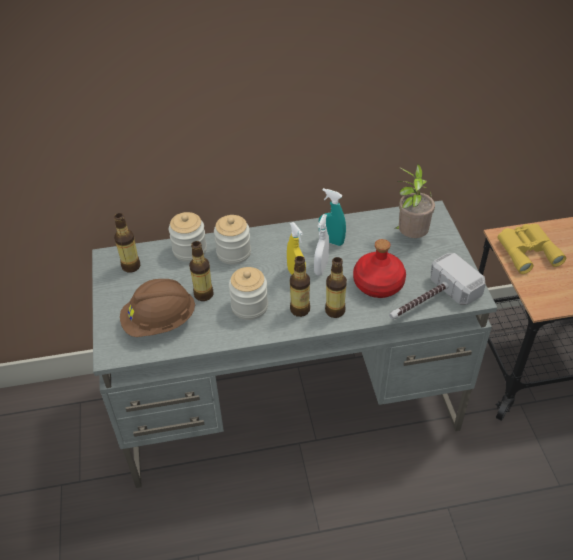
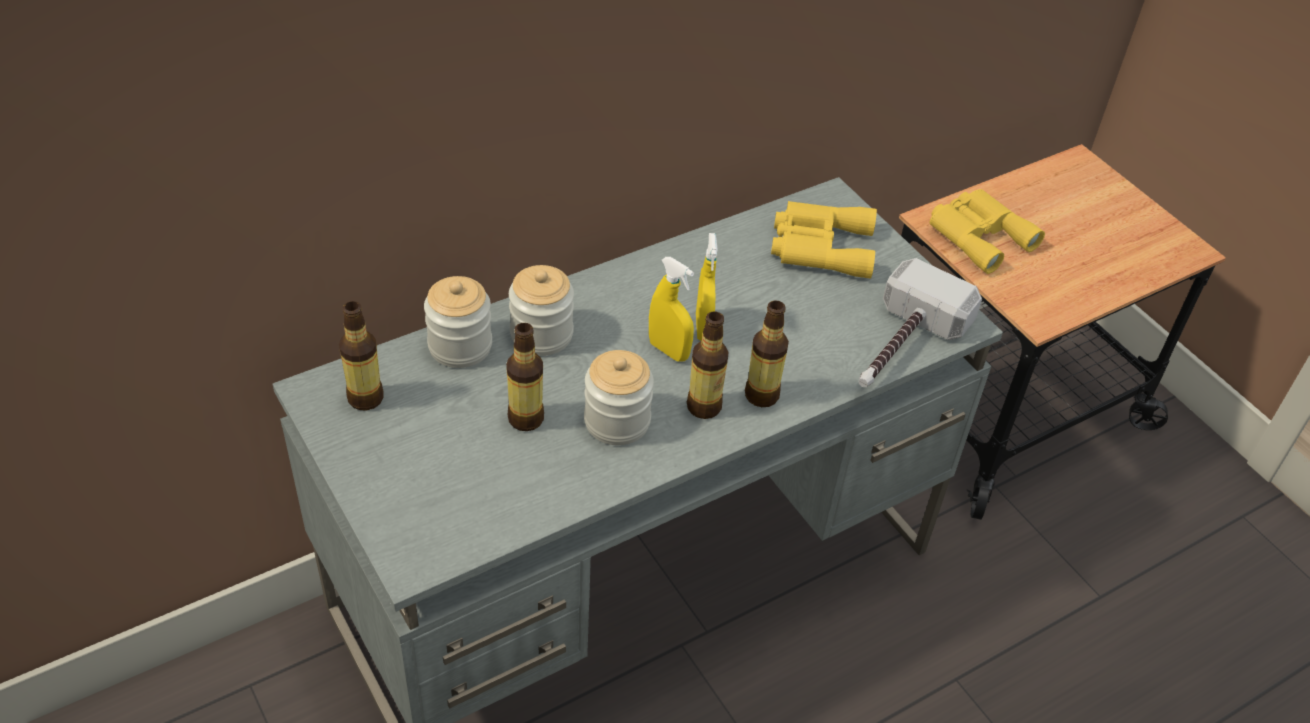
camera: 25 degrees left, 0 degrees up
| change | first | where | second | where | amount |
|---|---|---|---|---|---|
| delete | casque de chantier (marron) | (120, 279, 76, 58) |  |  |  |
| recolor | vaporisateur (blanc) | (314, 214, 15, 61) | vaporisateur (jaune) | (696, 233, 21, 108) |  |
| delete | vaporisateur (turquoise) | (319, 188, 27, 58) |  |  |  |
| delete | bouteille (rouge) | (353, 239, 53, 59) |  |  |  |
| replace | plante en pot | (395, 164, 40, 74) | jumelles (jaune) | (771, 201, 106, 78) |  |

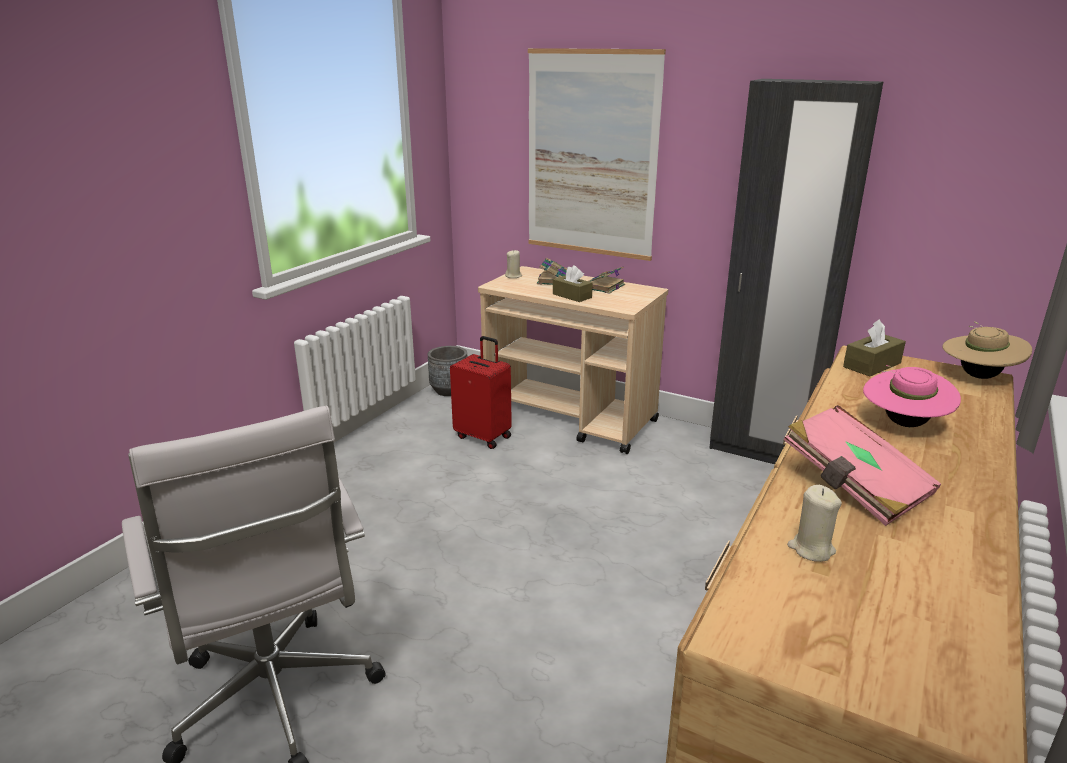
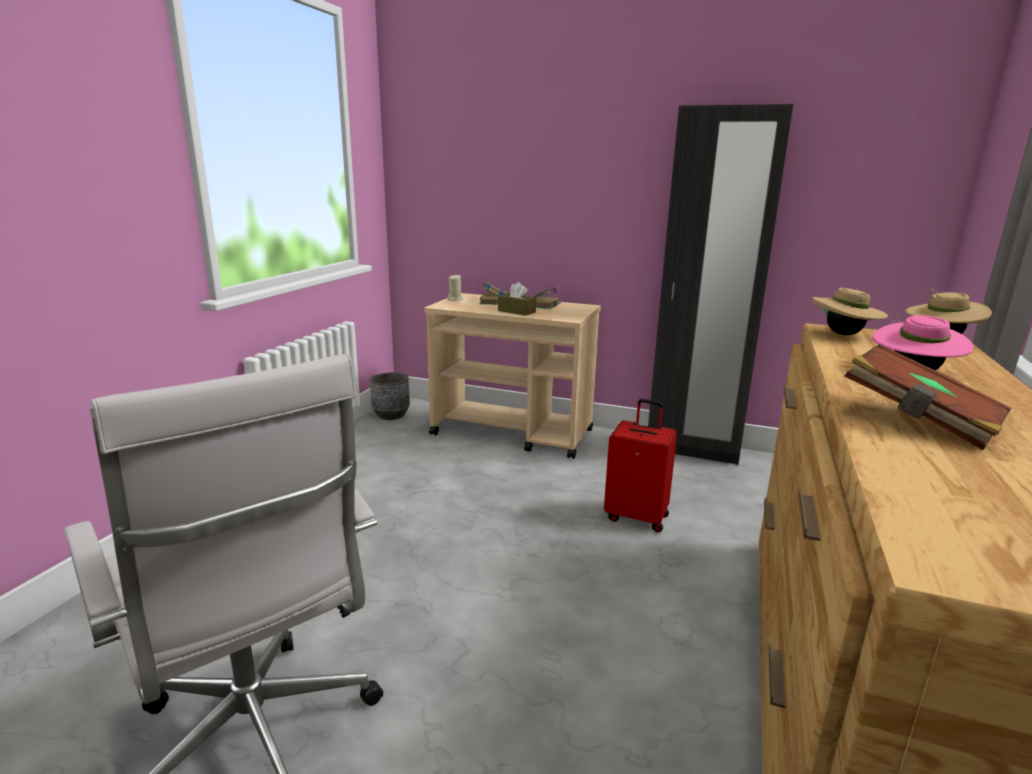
camera: 10 degrees left, 5 degrees down
| change | first | where | second | where | amount |
|---|---|---|---|---|---|
| move | valise (rouge) | (450, 336, 62, 113) |  | (604, 399, 73, 133) |  |
| delete | tableau | (528, 48, 138, 213) |  |  |  |
| recolor | livre (rose) | (784, 405, 157, 121) | livre (marron) | (845, 344, 166, 106) |  |
| delete | bougie (beige) | (787, 485, 55, 77) |  |  |  |
| replace | boîte à mouchoirs (marron) | (843, 319, 63, 57) | chapeau (beige) | (812, 288, 76, 47) |  |

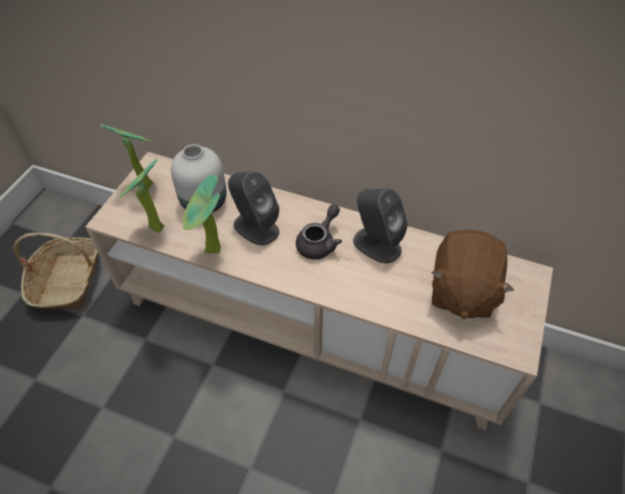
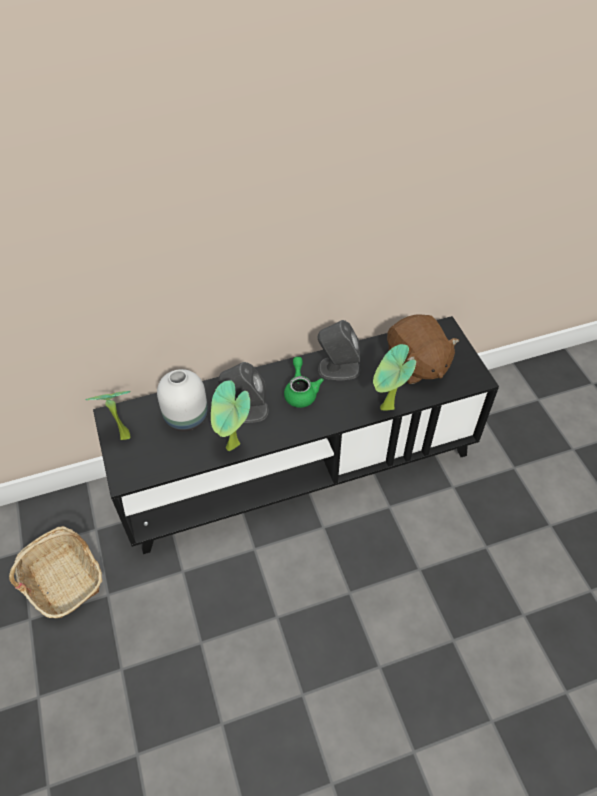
camera: 40 degrees left, 0 degrees up
| change | first | where | second | where | amount |
|---|---|---|---|---|---|
| recolor | meuble télé (beige) | (85, 152, 468, 278) | meuble télé (noir) | (93, 316, 406, 238) |  |
| move | plante en pot | (119, 159, 45, 74) |  | (373, 344, 43, 67) |  |
| recolor | théière (gris) | (296, 204, 46, 55) | théière (vert) | (284, 357, 40, 51) |  |

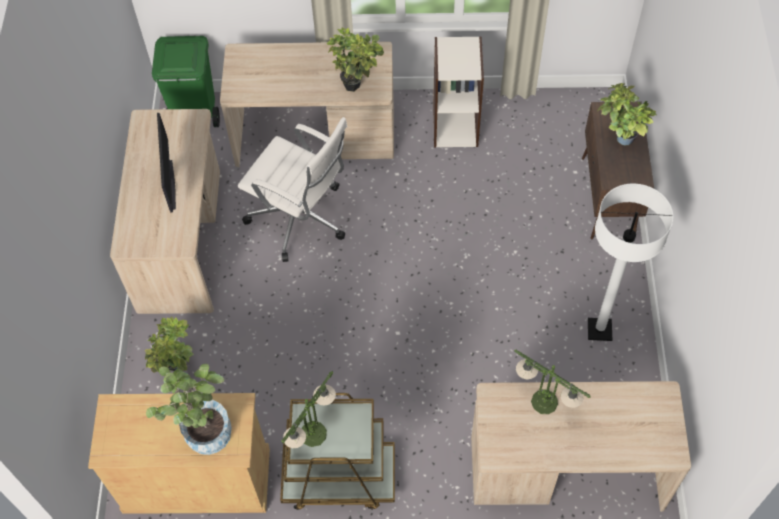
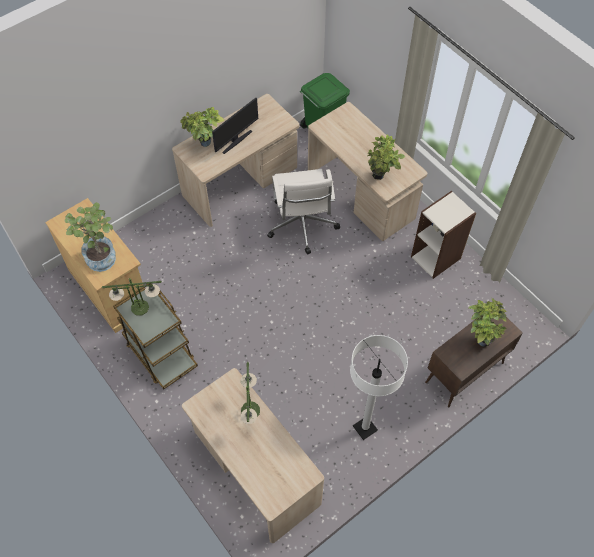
camera: 50 degrees right, 0 degrees up
| change | first | where | second | where | amount |
|---|---|---|---|---|---|
| move | plante en pot | (144, 317, 50, 56) |  | (180, 107, 44, 40) |  |

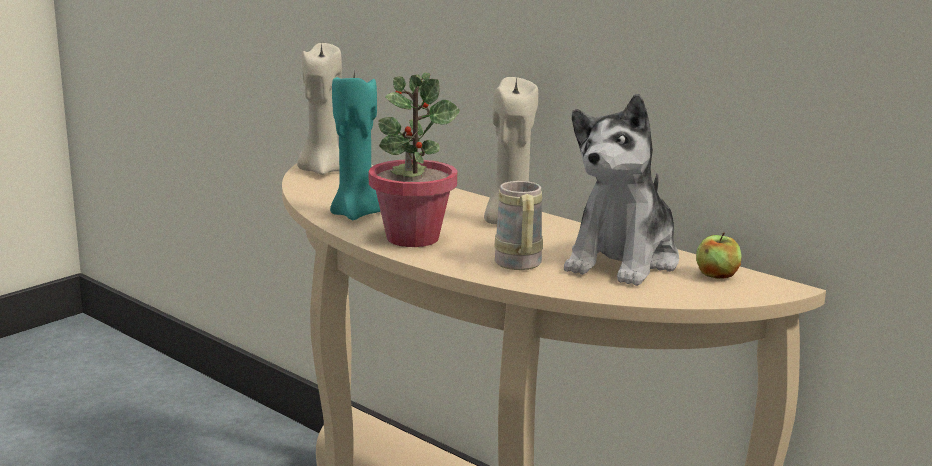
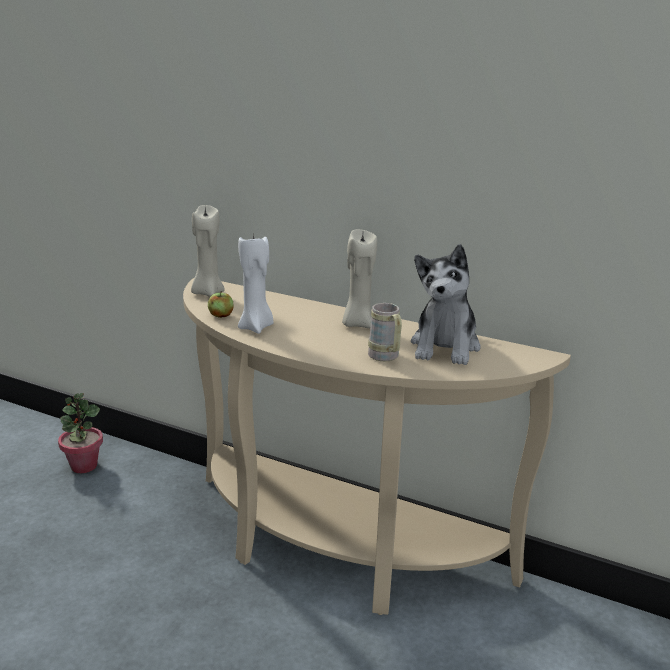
camera: 15 degrees left, 5 degrees up
| change | first | where | second | where | amount |
|---|---|---|---|---|---|
| recolor | bougie (turquoise) | (330, 72, 51, 148) | bougie (blanc) | (238, 232, 36, 102) |  |
| move | plante en pot | (369, 73, 91, 174) |  | (58, 393, 45, 80) |  |
| move | pomme | (696, 232, 46, 47) |  | (208, 291, 25, 27) |  |

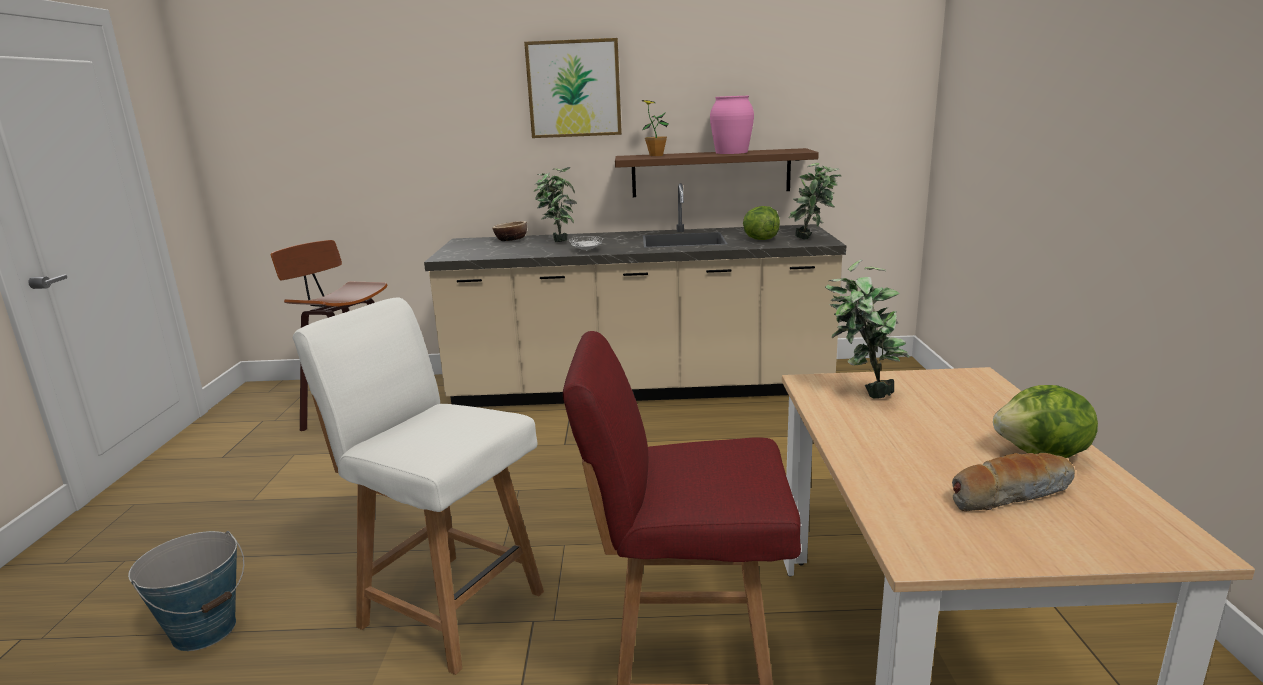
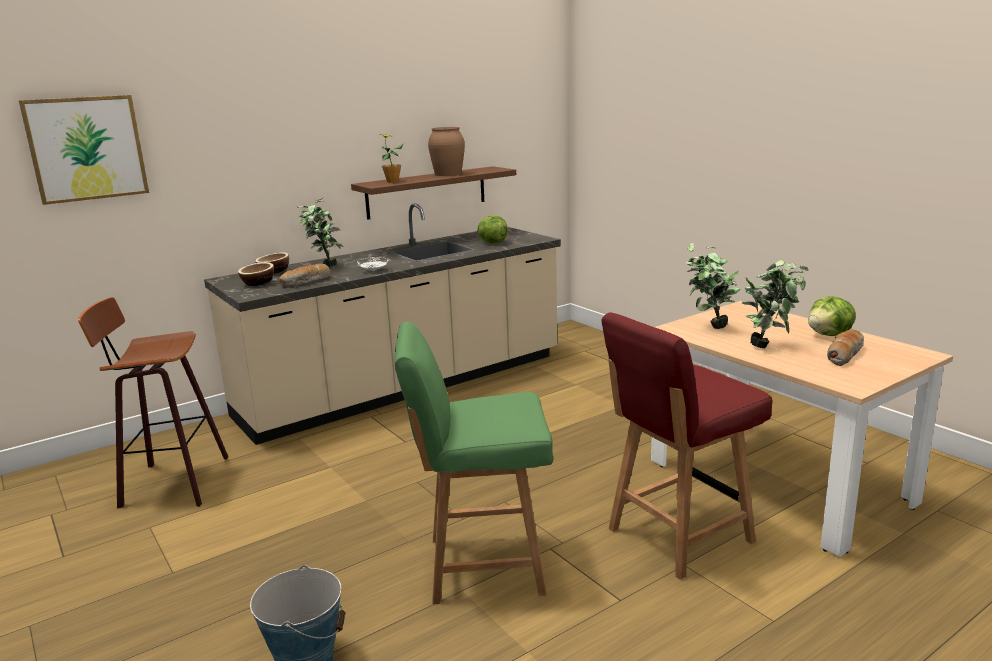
camera: 35 degrees left, 0 degrees up
| change | first | where | second | where | amount |
|---|---|---|---|---|---|
| recolor | chaise (blanc) | (293, 297, 251, 378) | chaise (vert) | (394, 322, 159, 282) |  |
| move | tableau | (524, 38, 98, 100) |  | (19, 95, 130, 110) |  |
| recolor | vase (rose) | (710, 96, 44, 58) | vase (marron) | (428, 127, 37, 49) |  |
| move | plante en pot | (789, 163, 52, 77) |  | (742, 260, 66, 88) |  |
| insert |  |  | bol | (238, 262, 36, 24) |  |
| insert |  |  | pain | (279, 263, 51, 23) |  |

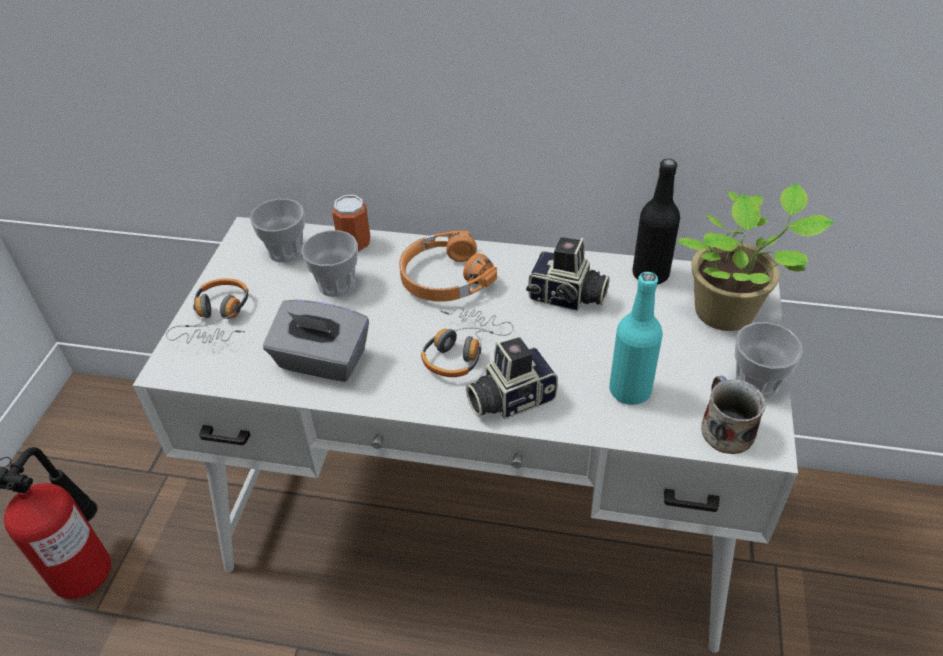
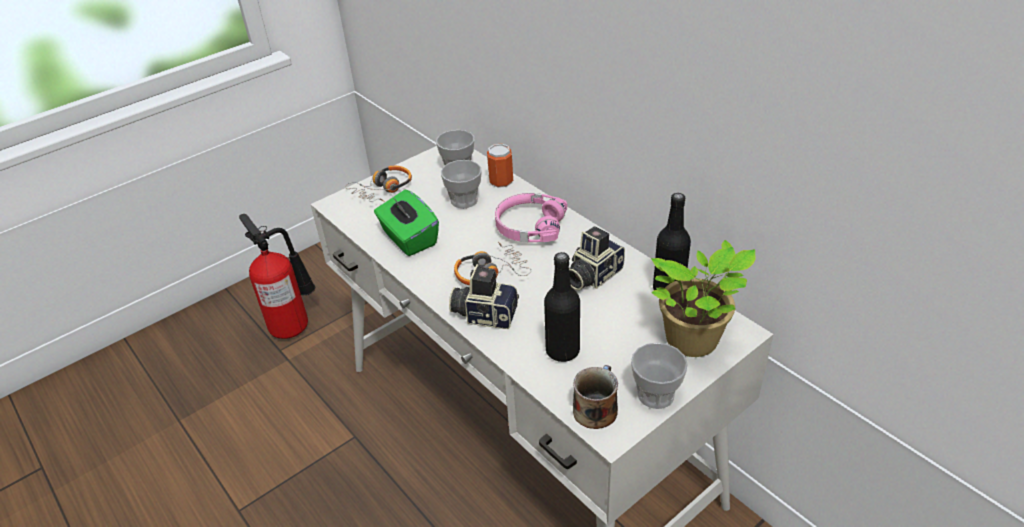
camera: 40 degrees right, 5 degrees down
| change | first | where | second | where | amount |
|---|---|---|---|---|---|
| recolor | boîte à mouchoirs (gris) | (263, 299, 106, 83) | boîte à mouchoirs (vert) | (374, 190, 65, 66) |  |
| recolor | casque audio (orange) | (399, 231, 98, 71) | casque audio (rose) | (495, 193, 72, 49) |  |
| rotate | appareil photo | (526, 237, 84, 74) |  | (569, 226, 56, 64) | 75 degrees clockwise |
| recolor | bouteille (turquoise) | (609, 272, 54, 133) | bouteille (noir) | (544, 252, 36, 110) |  |

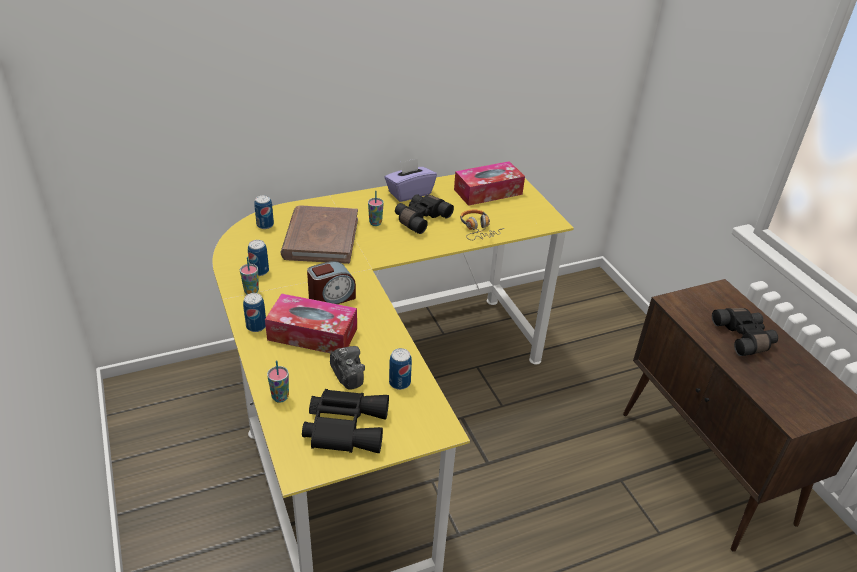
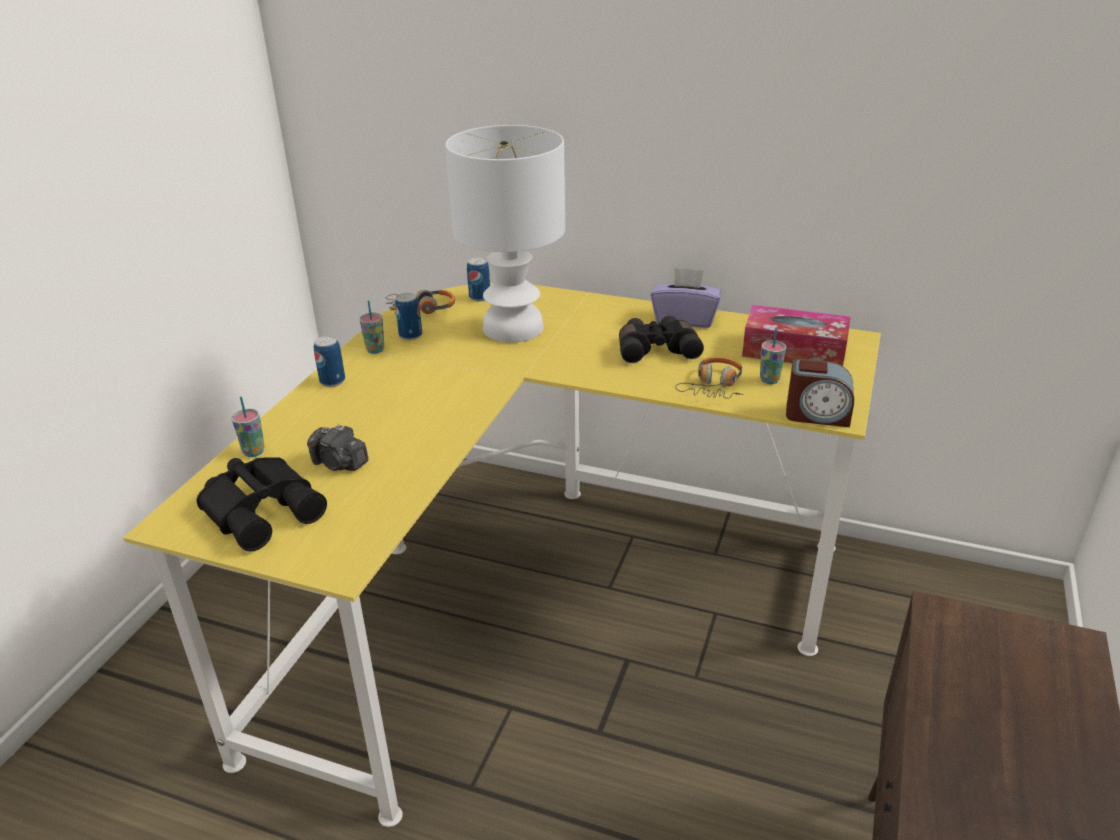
camera: 45 degrees right, 5 degrees down
| change | first | where | second | where | amount |
|---|---|---|---|---|---|
| delete | boîte à mouchoirs | (265, 293, 92, 60) |  |  |  |
| replace | livre (marron) | (281, 205, 77, 59) | lampe de table (blanc) | (445, 125, 120, 218) |  |
| move | réveil | (307, 261, 49, 43) |  | (786, 359, 68, 68) |  |
| rotate | appareil photo | (330, 346, 35, 44) |  | (307, 424, 62, 47) | 105 degrees clockwise |
| move | tasse | (368, 191, 16, 35) |  | (760, 328, 26, 56) |  |
| delete | boîte métallique | (389, 348, 23, 42) |  |  |  |
| delete | jumelles (noir) | (712, 308, 66, 48) |  |  |  |
| insert |  |  | casque audio | (386, 290, 69, 25) |  |

